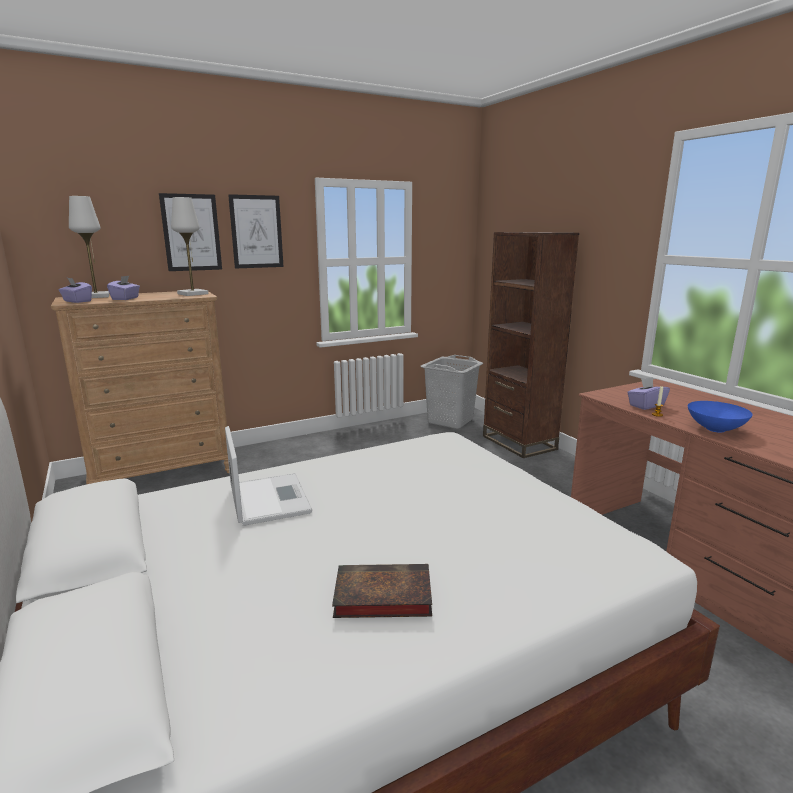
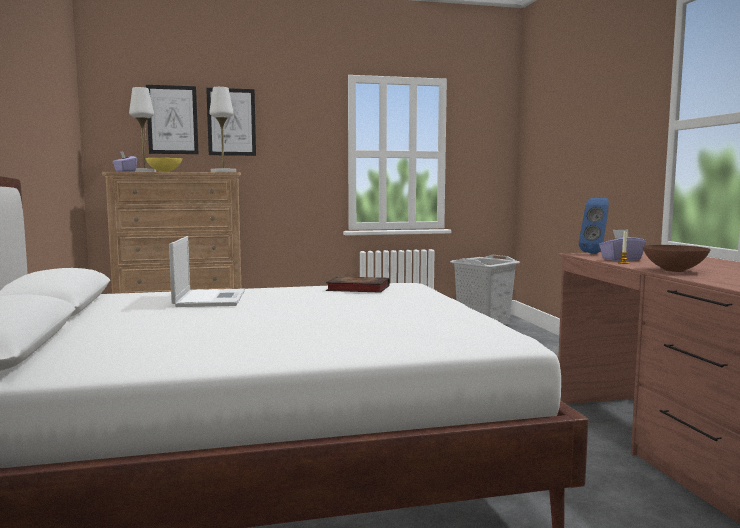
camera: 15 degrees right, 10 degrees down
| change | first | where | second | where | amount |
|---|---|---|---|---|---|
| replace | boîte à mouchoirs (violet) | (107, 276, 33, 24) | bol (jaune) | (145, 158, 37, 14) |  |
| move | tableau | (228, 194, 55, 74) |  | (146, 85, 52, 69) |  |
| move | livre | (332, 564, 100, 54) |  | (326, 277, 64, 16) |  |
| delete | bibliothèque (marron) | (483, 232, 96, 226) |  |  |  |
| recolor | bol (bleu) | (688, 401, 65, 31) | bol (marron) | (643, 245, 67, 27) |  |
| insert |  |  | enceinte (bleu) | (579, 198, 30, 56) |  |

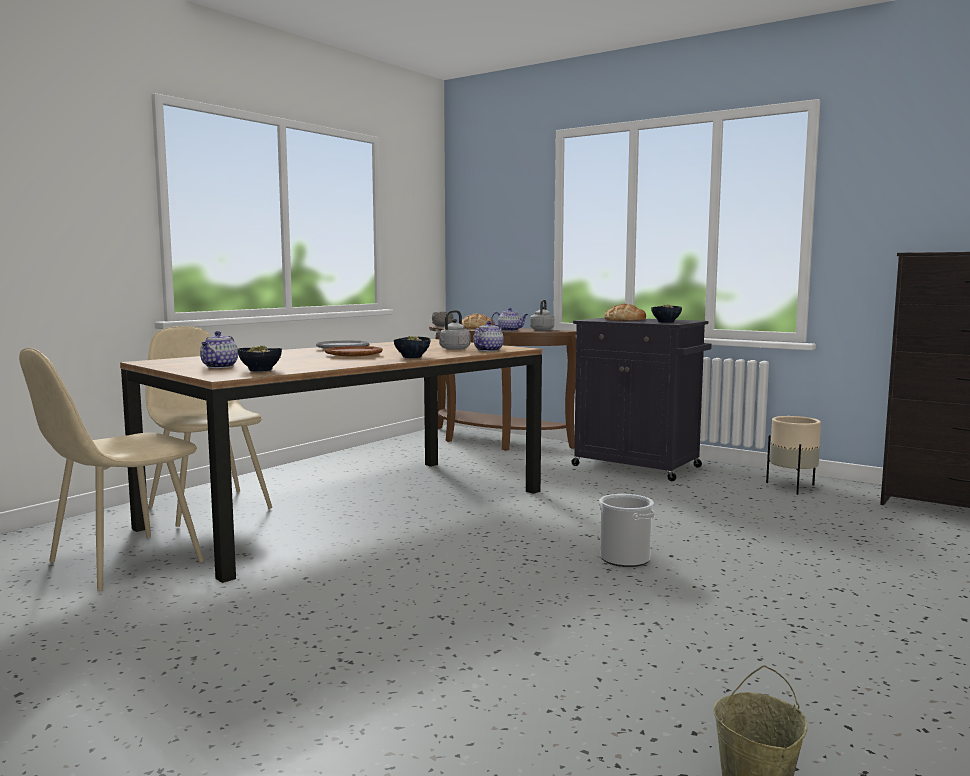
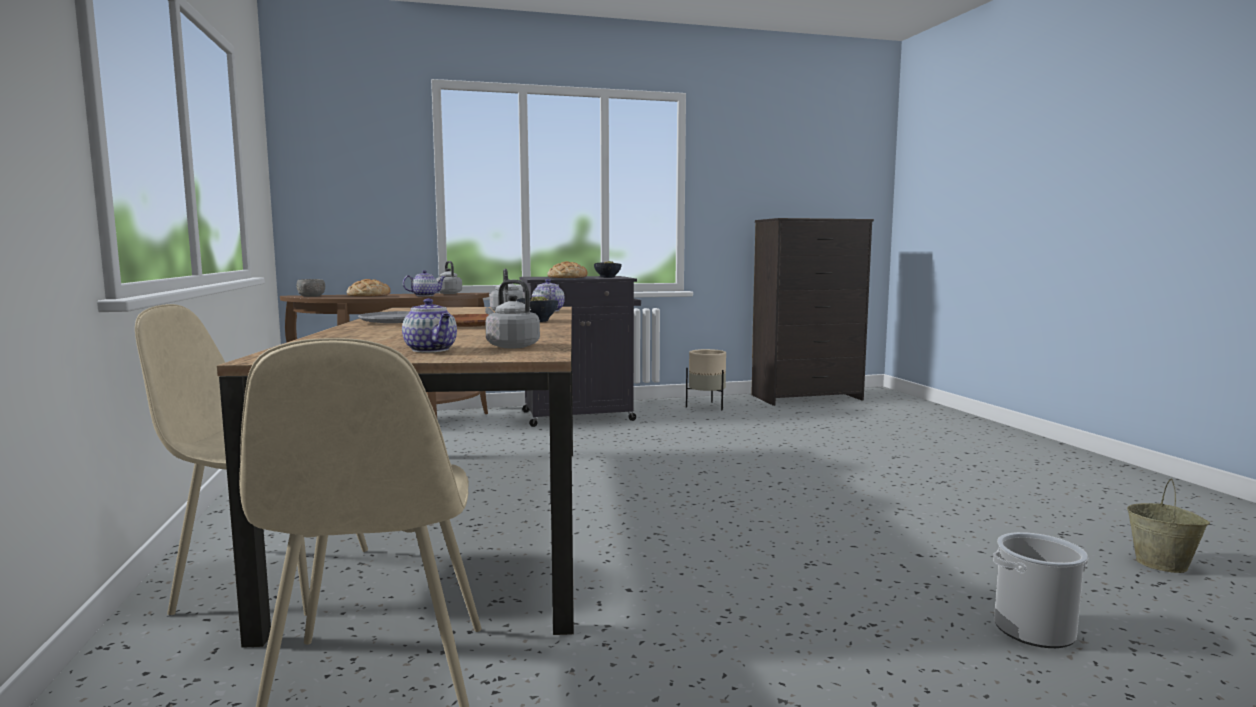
camera: 50 degrees left, 0 degrees up
| change | first | where | second | where | amount |
|---|---|---|---|---|---|
| replace | bol | (238, 346, 44, 26) | bouilloire (gris) | (485, 280, 55, 69) |  |
| move | seau | (599, 494, 56, 73) |  | (993, 532, 95, 116) |  |

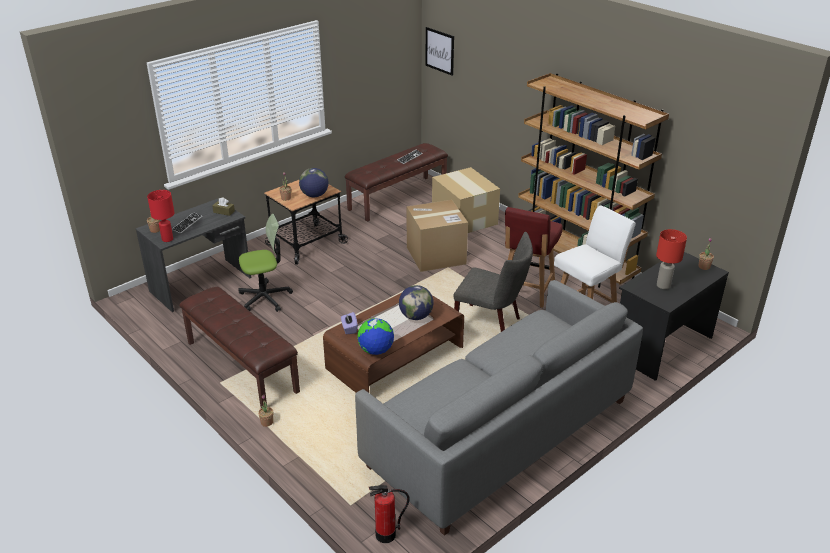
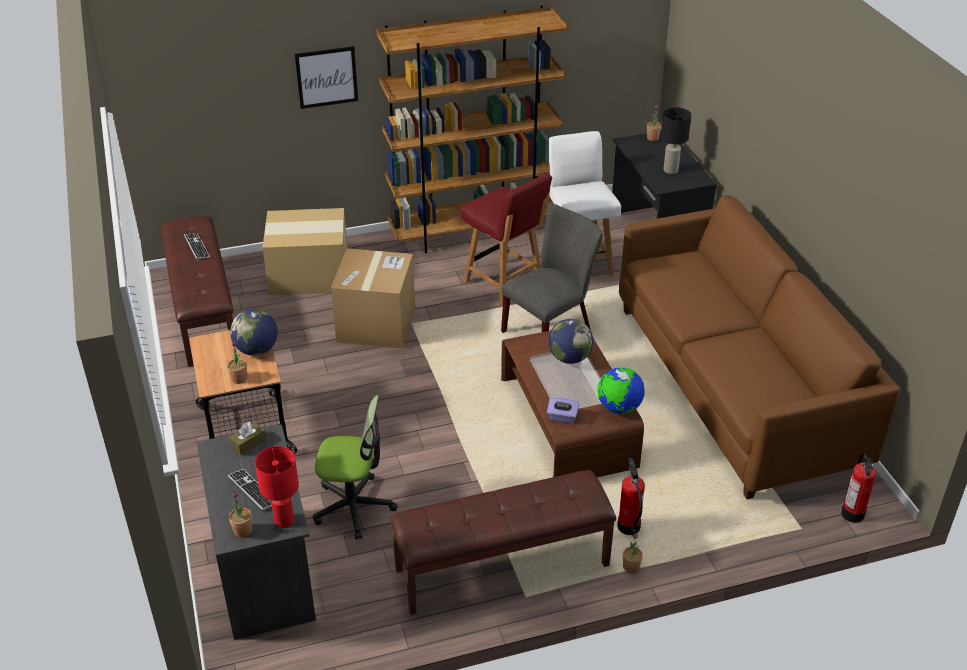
camera: 65 degrees left, 5 degrees up
| change | first | where | second | where | amount |
|---|---|---|---|---|---|
| rotate | chaise de bureau | (238, 214, 55, 98) |  | (313, 395, 84, 145) | 90 degrees clockwise |
| recolor | canapé (gris) | (355, 280, 288, 256) | canapé (marron) | (619, 195, 280, 304) |  |
| move | tableau | (425, 27, 29, 49) |  | (295, 46, 63, 63) |  |
| recolor | lampe de table (rouge) | (656, 229, 31, 60) | lampe de table (noir) | (661, 107, 30, 67) |  |
| insert |  |  | extincteur | (617, 458, 28, 78) |  |

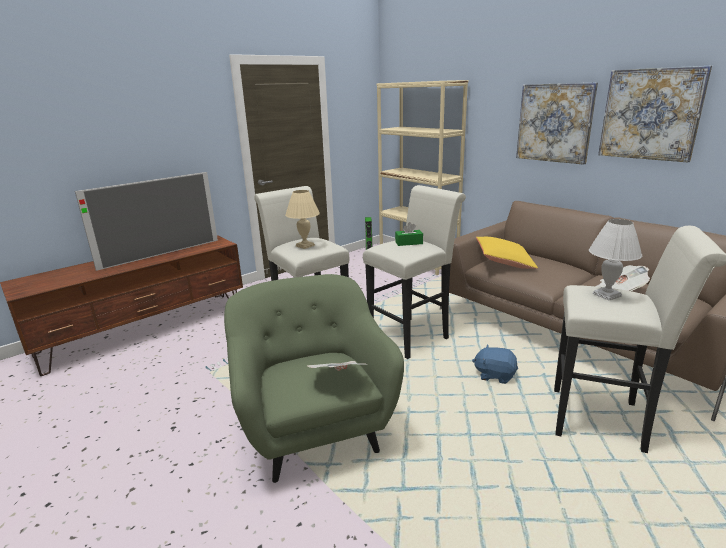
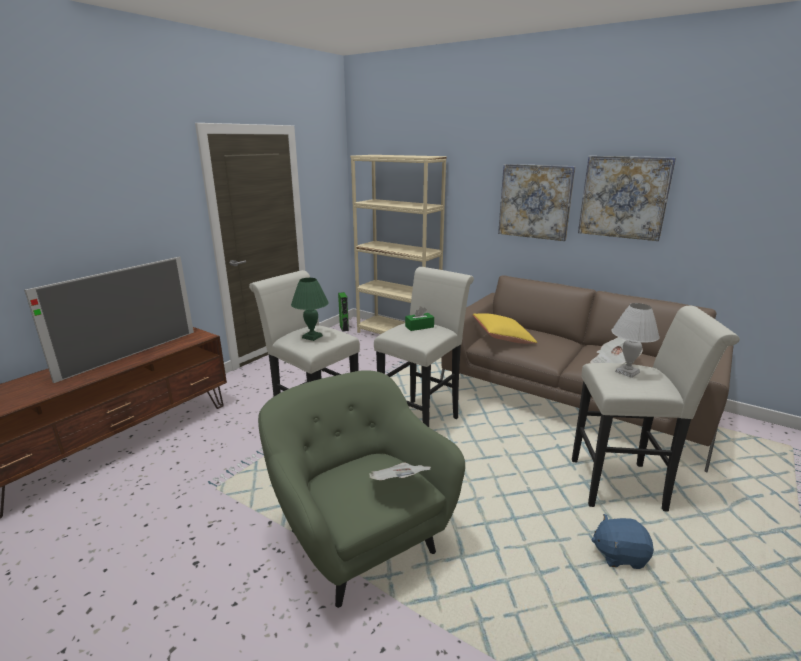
camera: 15 degrees left, 0 degrees up
| change | first | where | second | where | amount |
|---|---|---|---|---|---|
| recolor | lampe de table (beige) | (285, 190, 35, 59) | lampe de table (vert) | (291, 278, 38, 63) |  |
| move | peluche (bleu) | (472, 344, 46, 40) |  | (591, 514, 63, 55) |  |

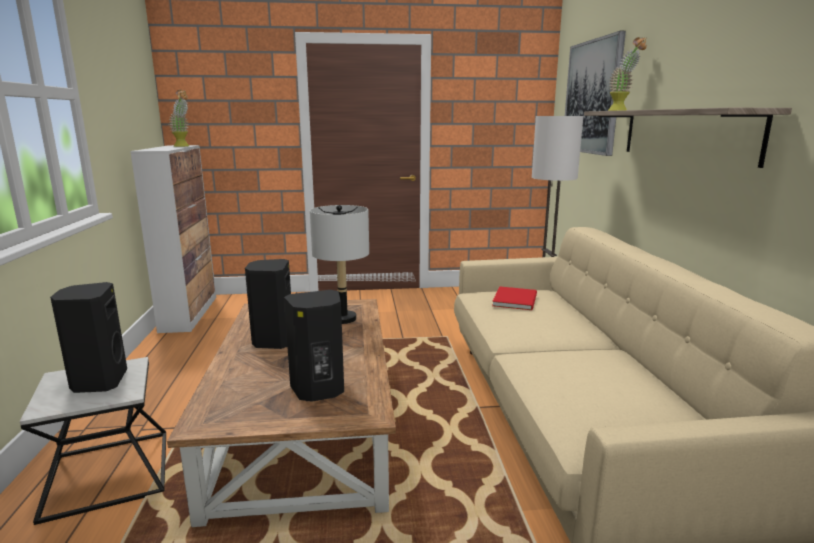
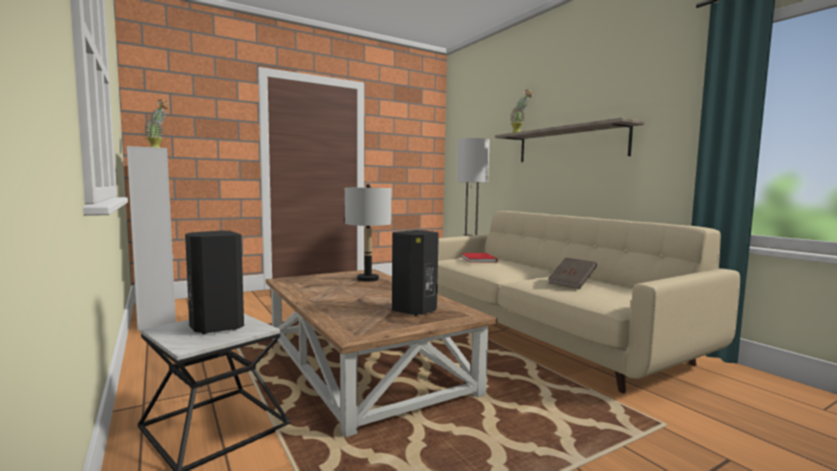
camera: 25 degrees left, 10 degrees down
| change | first | where | second | where | amount |
|---|---|---|---|---|---|
| delete | enceinte (noir) | (245, 259, 46, 90) |  |  |  |
| delete | tableau | (565, 31, 61, 125) |  |  |  |
| insert |  |  | livre (marron) | (548, 258, 49, 31) |  |

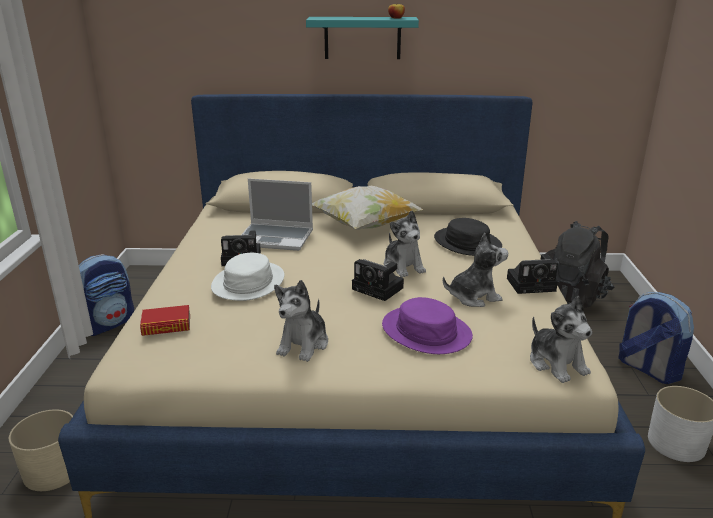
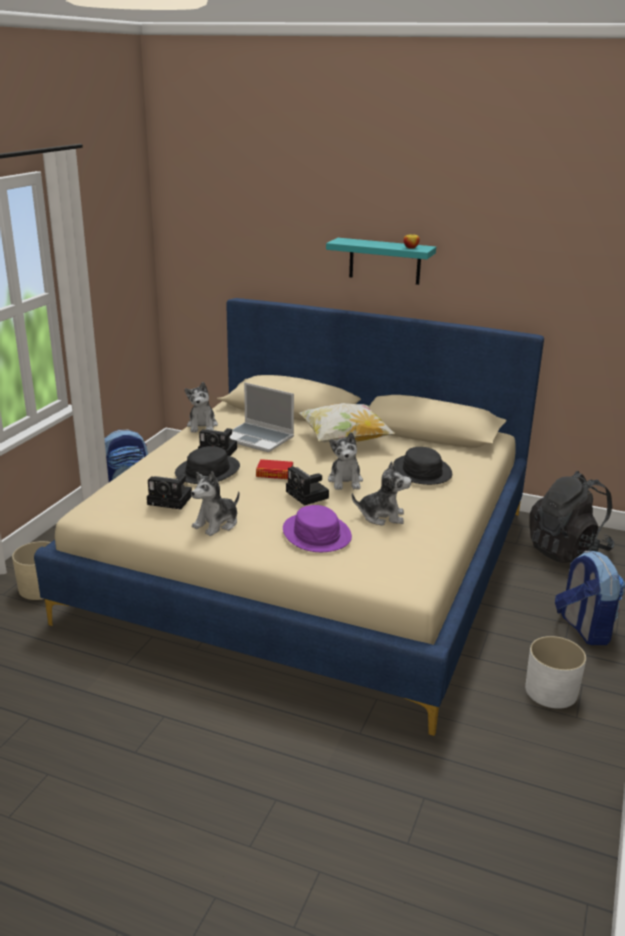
camera: 20 degrees right, 0 degrees up
| change | first | where | second | where | amount |
|---|---|---|---|---|---|
| move | livre | (140, 305, 50, 31) |  | (256, 459, 37, 20) |  |
| recolor | chapeau (blanc) | (211, 253, 73, 48) | chapeau (noir) | (175, 446, 65, 38) |  |
| move | appareil photo | (507, 254, 51, 40) |  | (147, 474, 45, 35) |  |
| move | peluche | (530, 296, 62, 87) |  | (184, 382, 34, 51) |  |

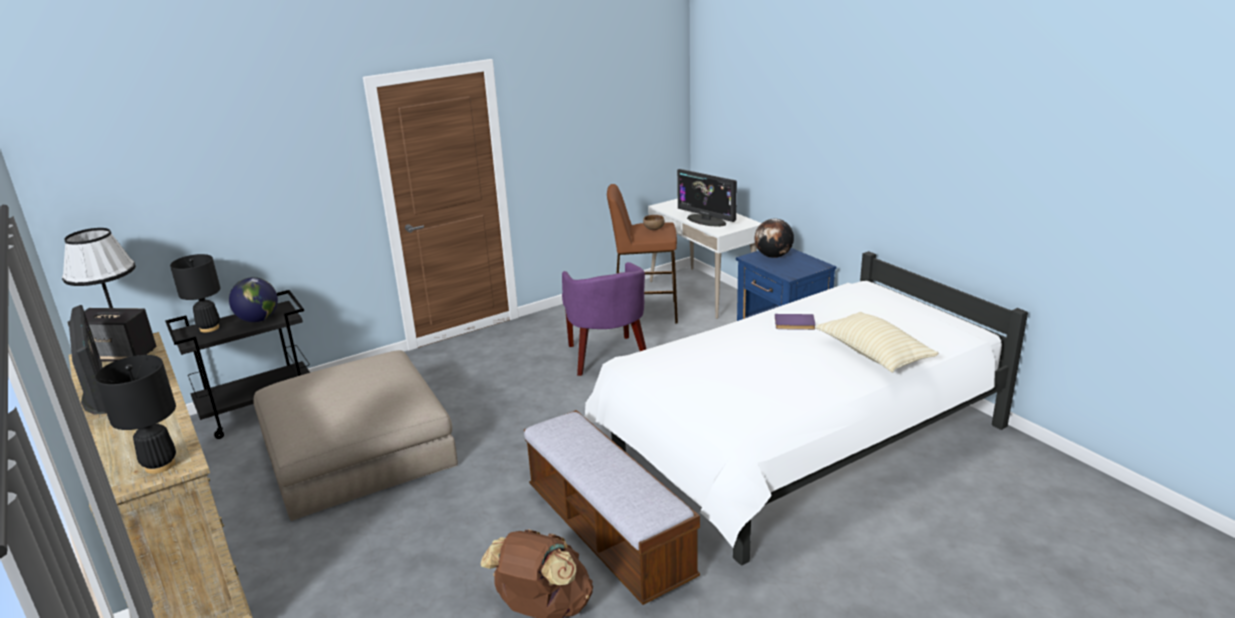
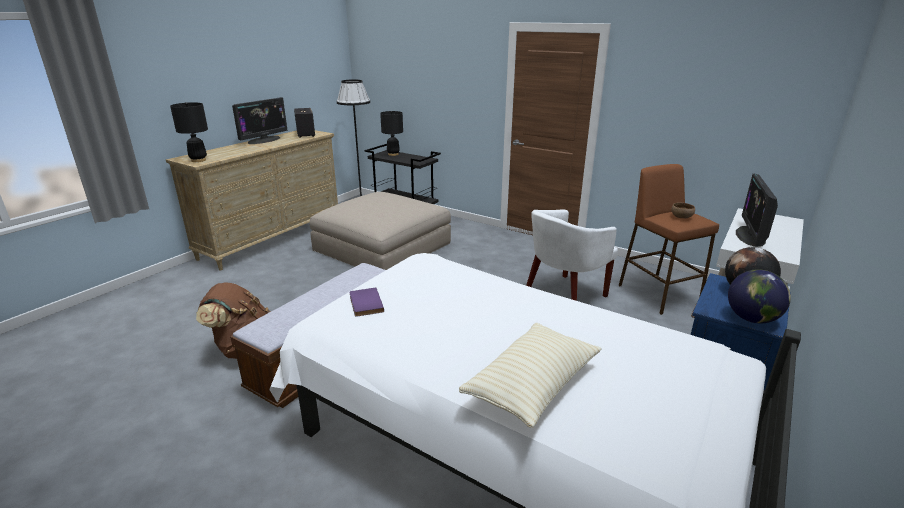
camera: 65 degrees right, 0 degrees up
| change | first | where | second | where | amount |
|---|---|---|---|---|---|
| move | globe | (229, 277, 49, 45) |  | (728, 269, 63, 54) |  |
| recolor | fauteuil (violet) | (562, 262, 84, 114) | fauteuil (blanc) | (526, 210, 92, 91) |  |
| move | livre (violet) | (775, 314, 41, 16) |  | (350, 288, 34, 29) |  |

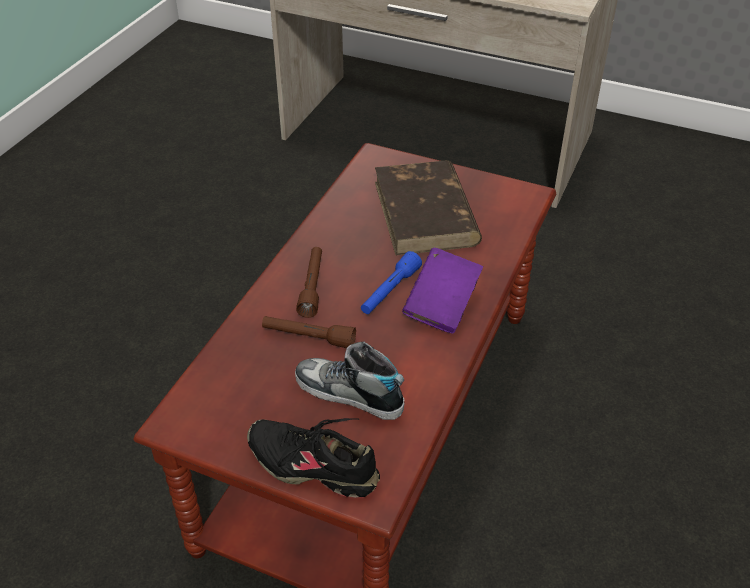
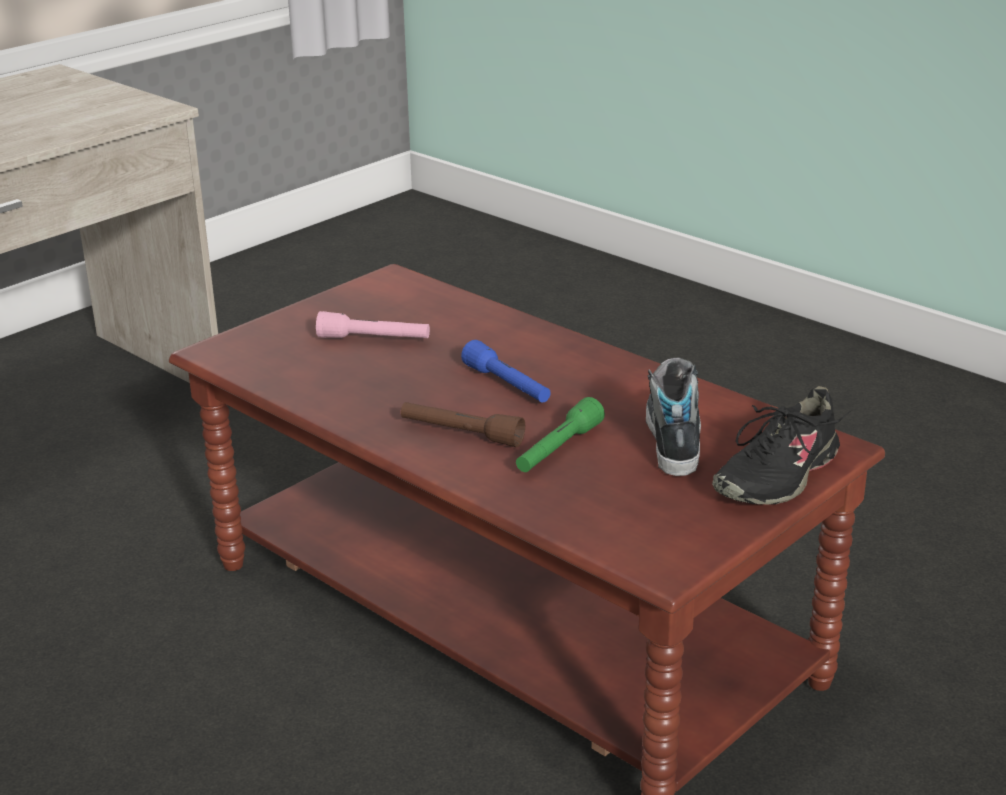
camera: 70 degrees left, 15 degrees down
| change | first | where | second | where | amount |
|---|---|---|---|---|---|
| recolor | lampe de poche (marron) | (262, 316, 94, 33) | lampe de poche (vert) | (516, 397, 89, 75) |  |
| rotate | chaussure | (295, 342, 110, 78) |  | (646, 358, 55, 118) | 135 degrees clockwise |
| replace | livre (marron) | (375, 161, 107, 94) | lampe de poche (rose) | (316, 311, 114, 27) |  |
| delete | livre (violet) | (402, 248, 81, 86) |  |  |  |

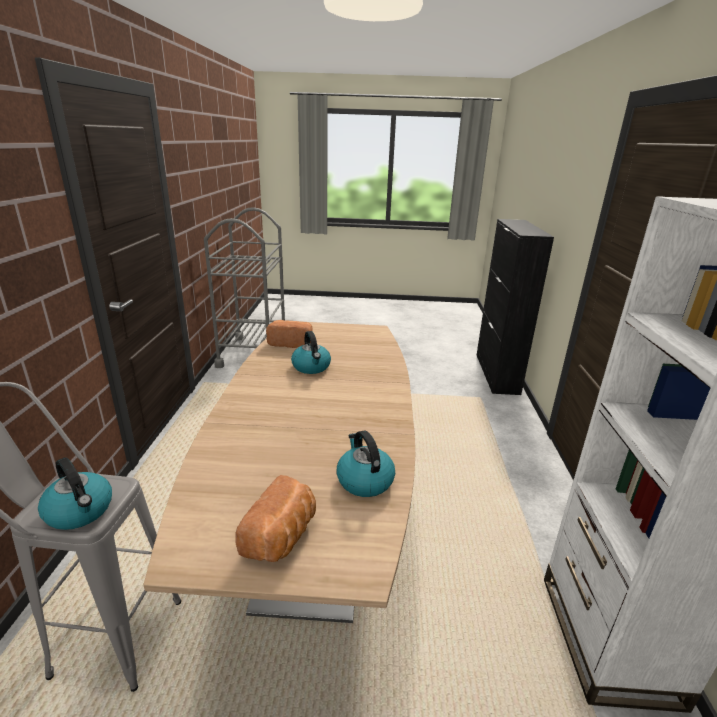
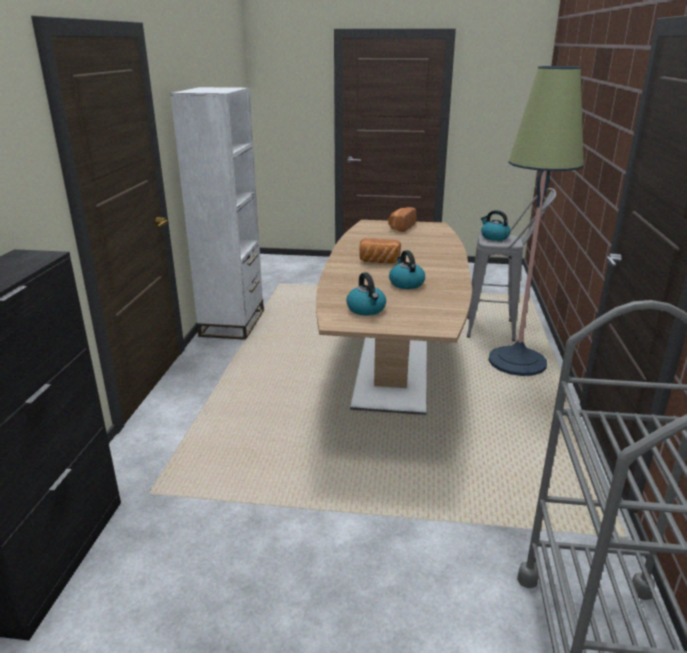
camera: 175 degrees left, 0 degrees up
| change | first | where | second | where | amount |
|---|---|---|---|---|---|
| move | pain | (266, 320, 47, 28) |  | (359, 238, 42, 25) |  |
| move | bouilloire | (336, 430, 59, 67) |  | (346, 272, 40, 43) |  |
| insert |  |  | lampadaire | (488, 66, 96, 310) |  |

